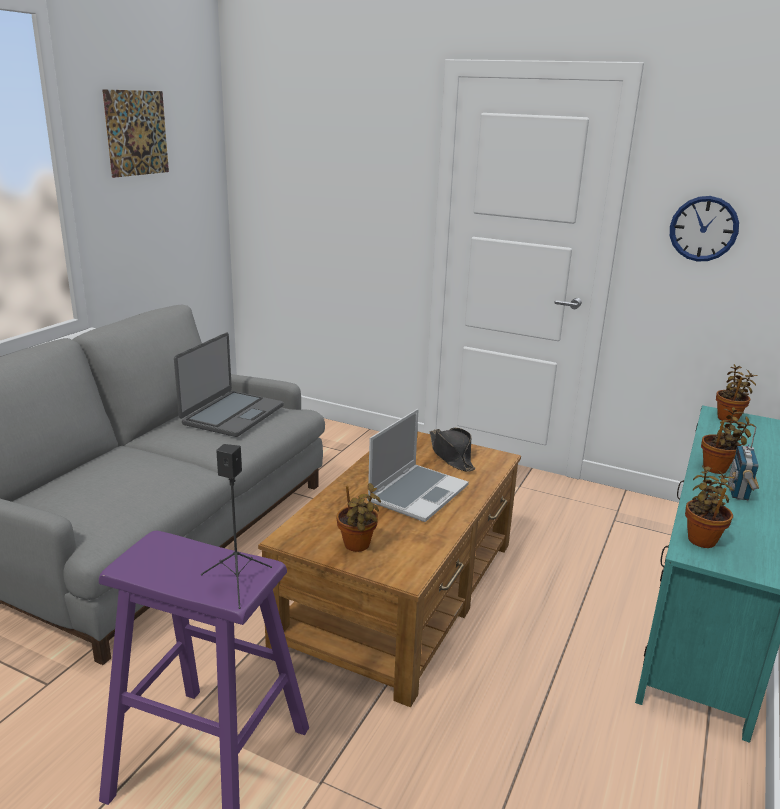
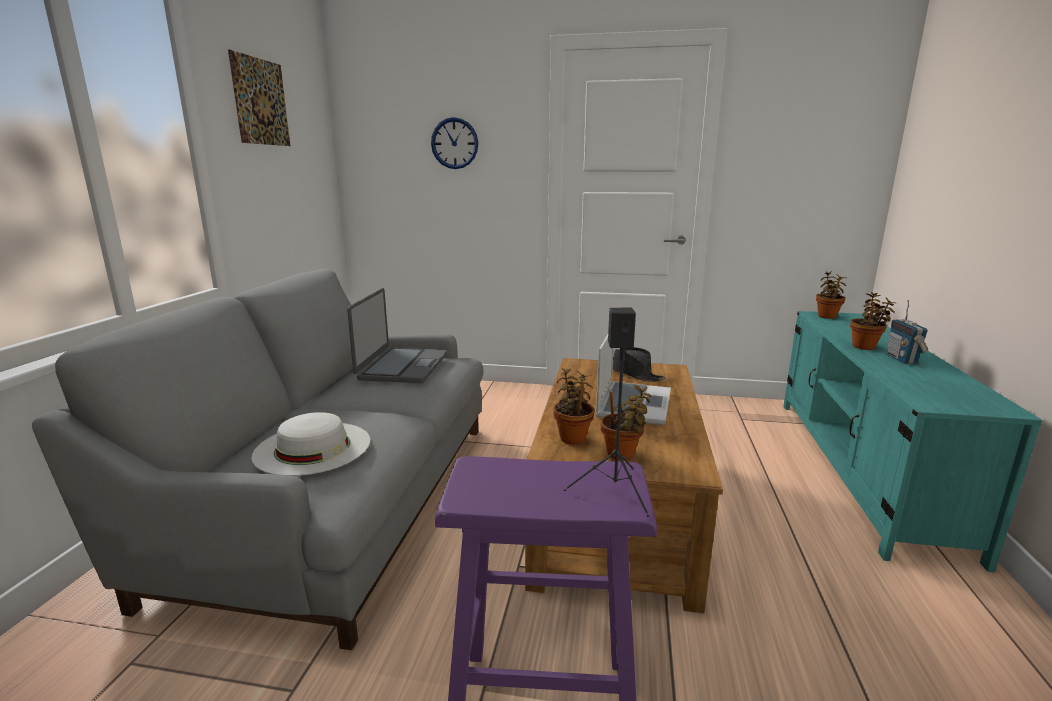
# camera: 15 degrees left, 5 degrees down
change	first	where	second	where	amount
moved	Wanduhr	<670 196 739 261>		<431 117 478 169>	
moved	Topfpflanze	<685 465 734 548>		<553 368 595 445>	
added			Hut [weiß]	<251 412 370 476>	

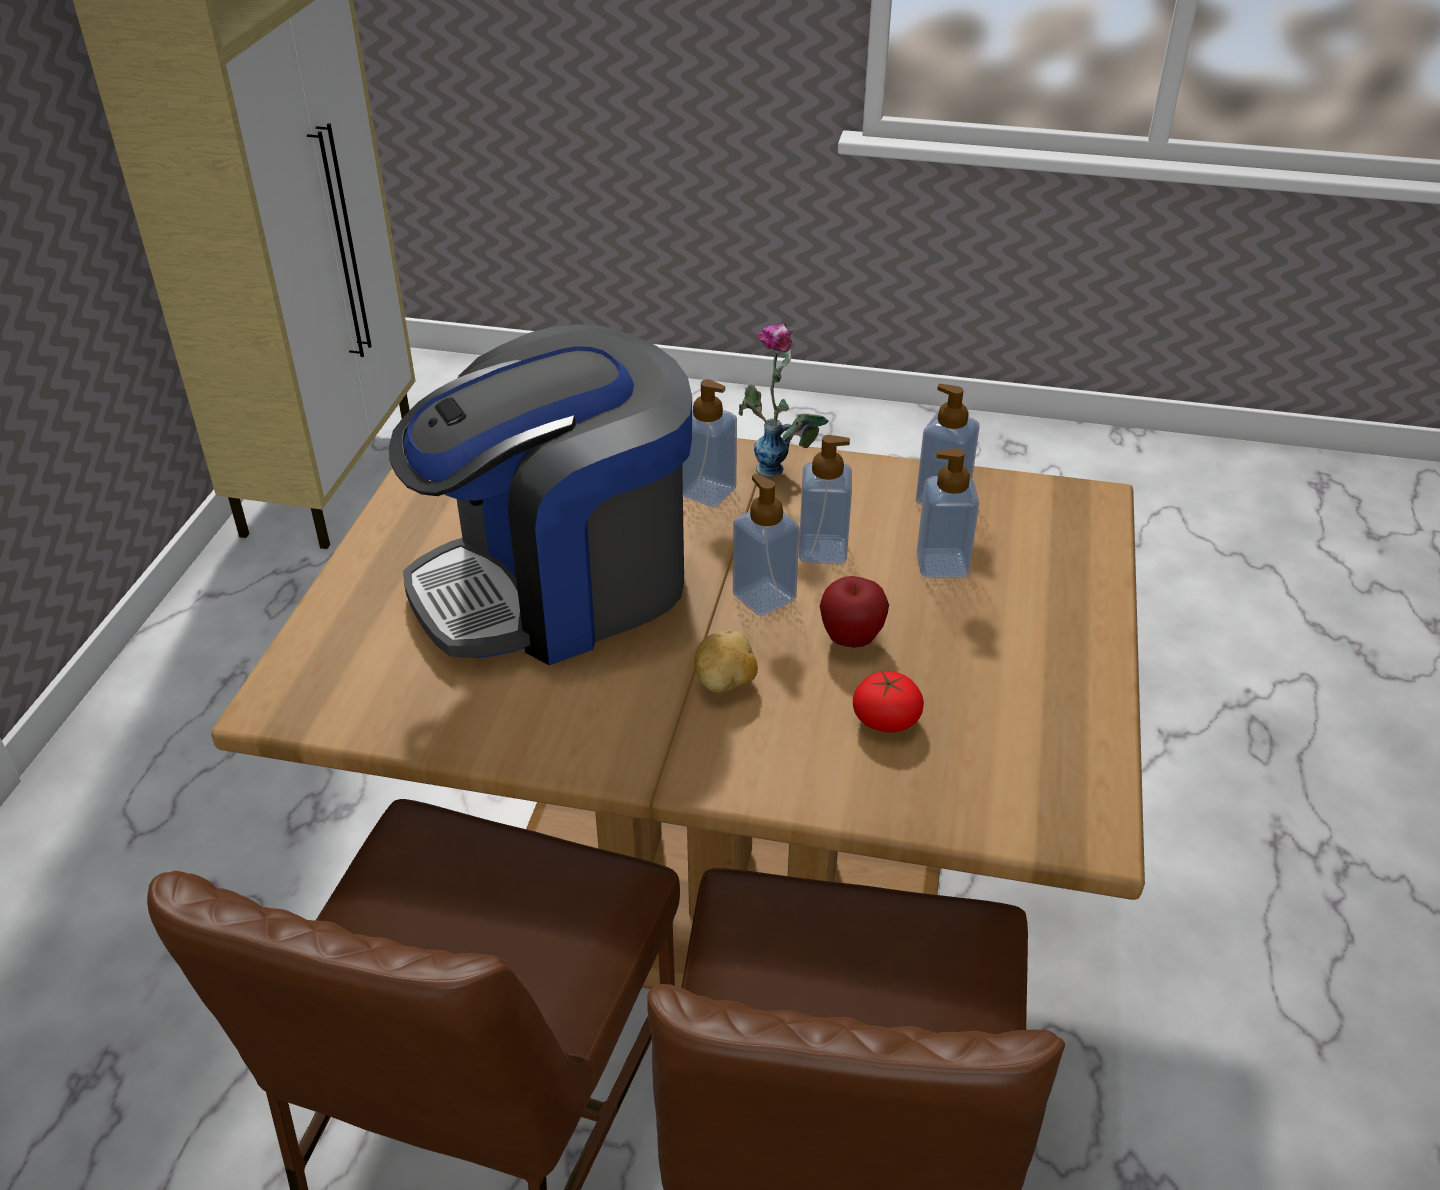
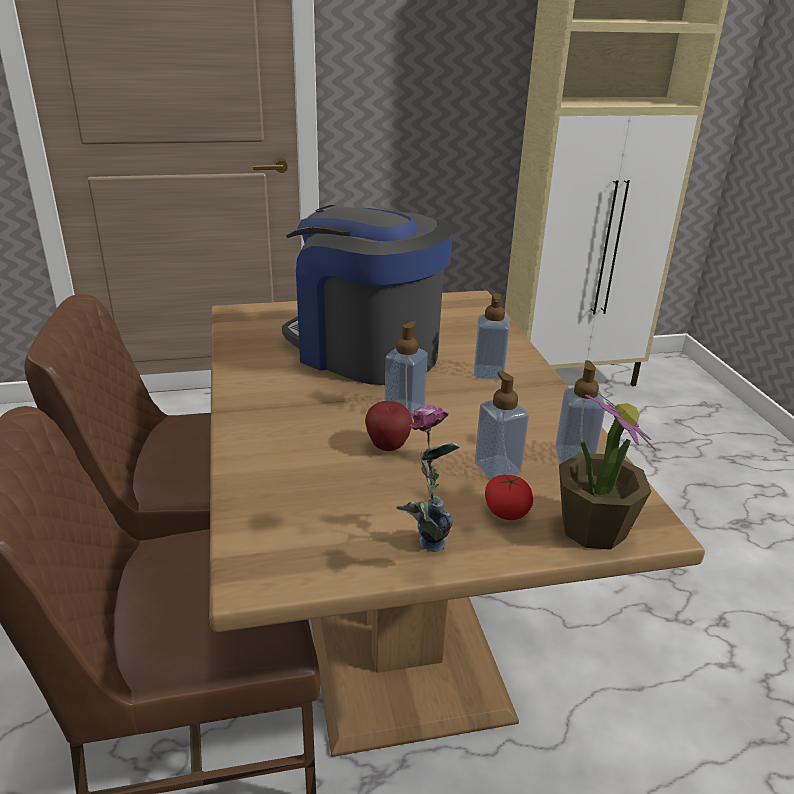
# camera: 65 degrees right, 10 degrees down
change	first	where	second	where	amount
removed	Kartoffel	<694 631 758 693>			
moved	Vase	<739 324 829 477>		<397 405 461 552>	
removed	Seifenspender	<799 435 852 564>			
moved	Tomate	<853 671 924 732>		<485 475 533 520>	
added			Topfpflanze	<559 383 656 550>	

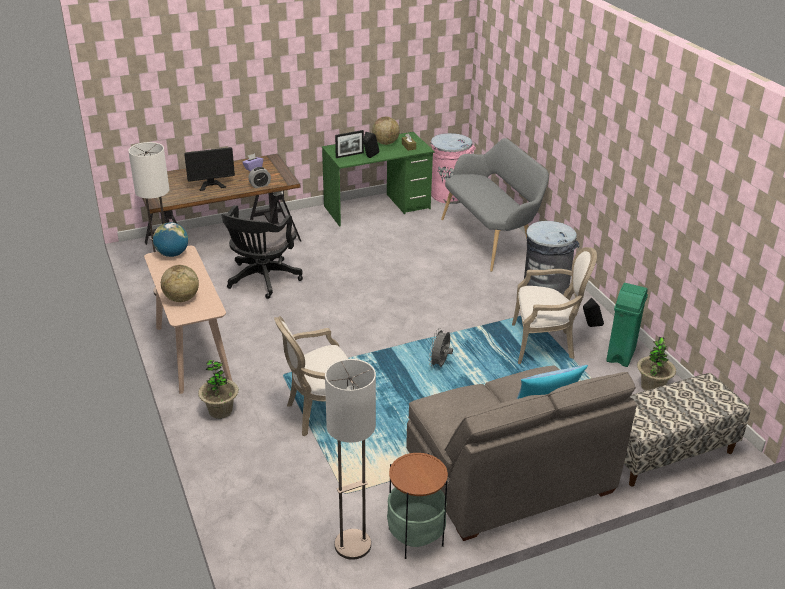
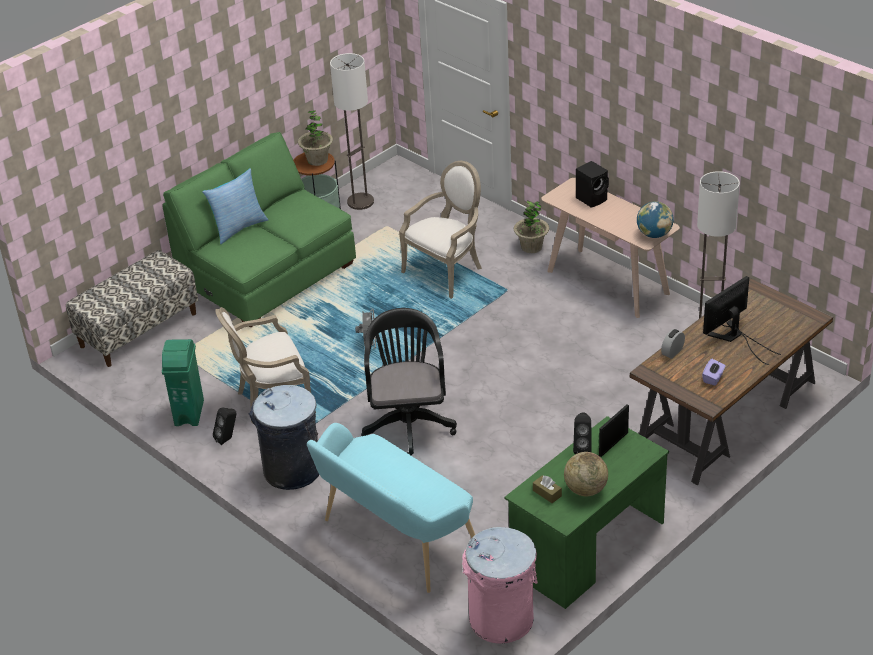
# camera: 160 degrees right, 5 degrees up
change	first	where	second	where	amount
replaced	Globus	<161 265 199 302>	Lautsprecher [schwarz]	<576 161 609 208>	
moved	Bürostuhl [schwarz]	<221 205 303 299>		<361 308 457 455>	
recoloured	Sofa [grau]	<406 365 637 541>	Sofa [grün]	<162 132 356 327>	
recoloured	Bank [grau]	<441 138 549 272>	Bank [türkis]	<307 423 475 593>	
moved	Topfpflanze	<637 337 676 391>		<298 111 333 166>	

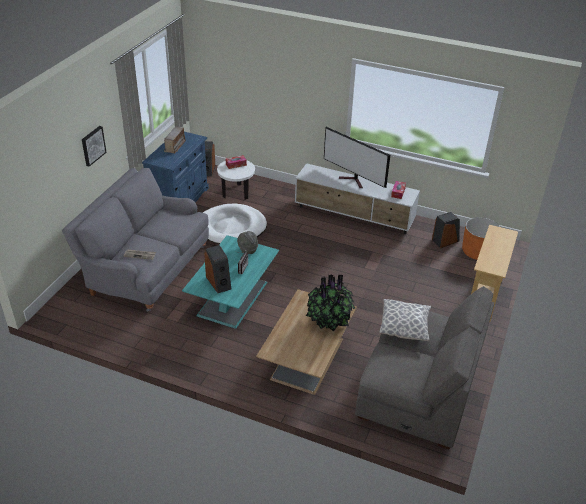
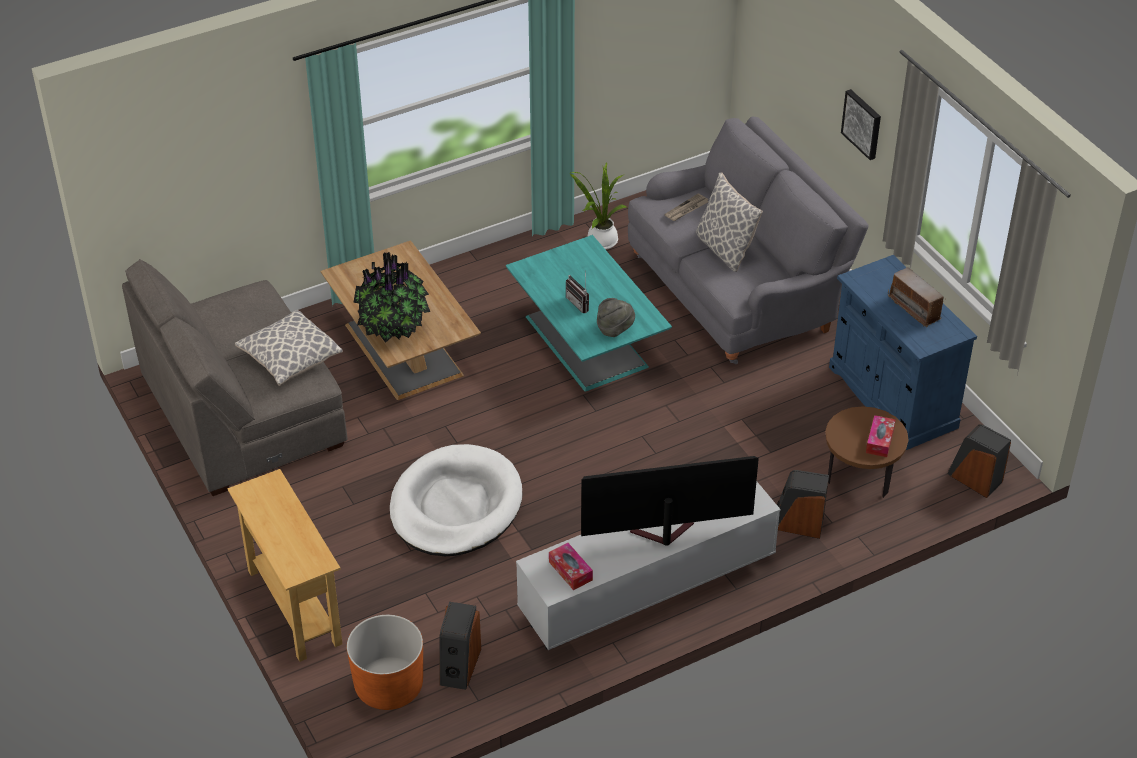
# camera: 130 degrees right, 5 degrees up
change	first	where	second	where	amount
moved	Hundebett [weiß]	<203 204 267 244>		<390 444 522 556>	
moved	Lautsprecher	<204 245 231 293>		<777 470 829 539>	
recoloured	Beistelltisch [weiß]	<217 161 255 200>	Beistelltisch [braun]	<825 406 909 498>	
added			Topfpflanze	<569 162 626 250>	
added			Kissen	<696 173 763 272>	

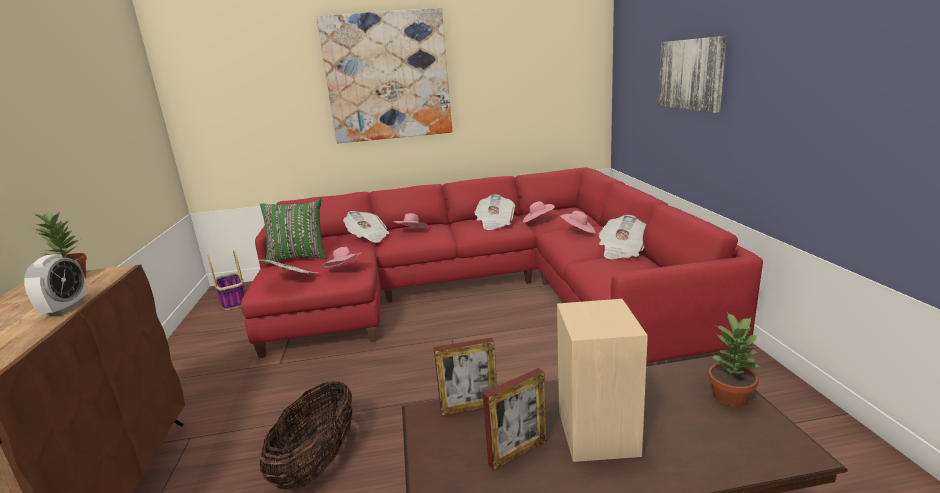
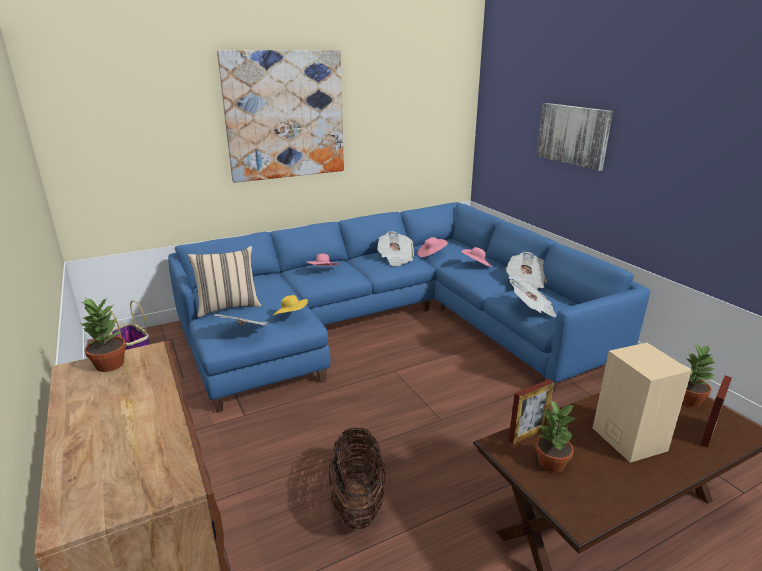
# camera: 20 degrees left, 5 degrees up
change	first	where	second	where	amount
removed	Wecker	<24 254 88 316>			
recoloured	Sofa [rot]	<241 167 763 363>	Sofa [blau]	<168 202 650 413>	
recoloured	Kissen [grün]	<260 198 327 265>	Kissen [beige]	<188 246 261 317>	
recoloured	Hut [rosa]	<322 247 362 267>	Hut [gelb]	<272 295 308 316>	
moved	Zeitung	<343 211 390 243>		<510 280 557 317>	
moved	Bilderrahmen	<483 368 546 470>		<701 375 732 448>	
added			Topfpflanze	<535 400 576 472>	

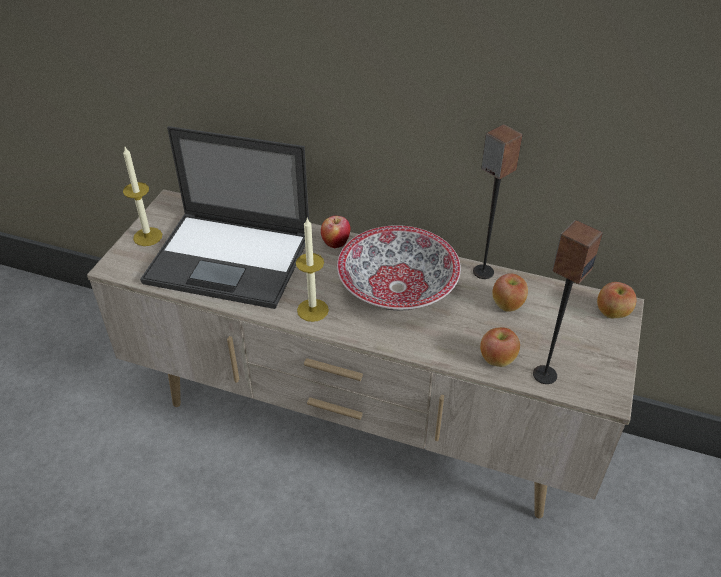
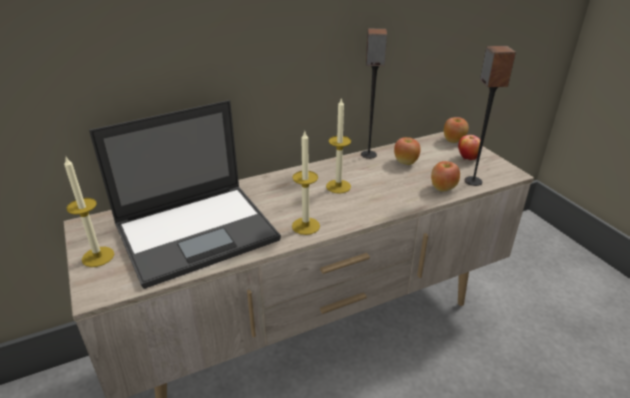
# camera: 45 degrees left, 10 degrees down
change	first	where	second	where	amount
moved	Apfel	<321 216 351 248>		<458 135 480 160>	
replaced	Schüssel	<337 225 461 311>	Kerze	<326 99 351 193>	

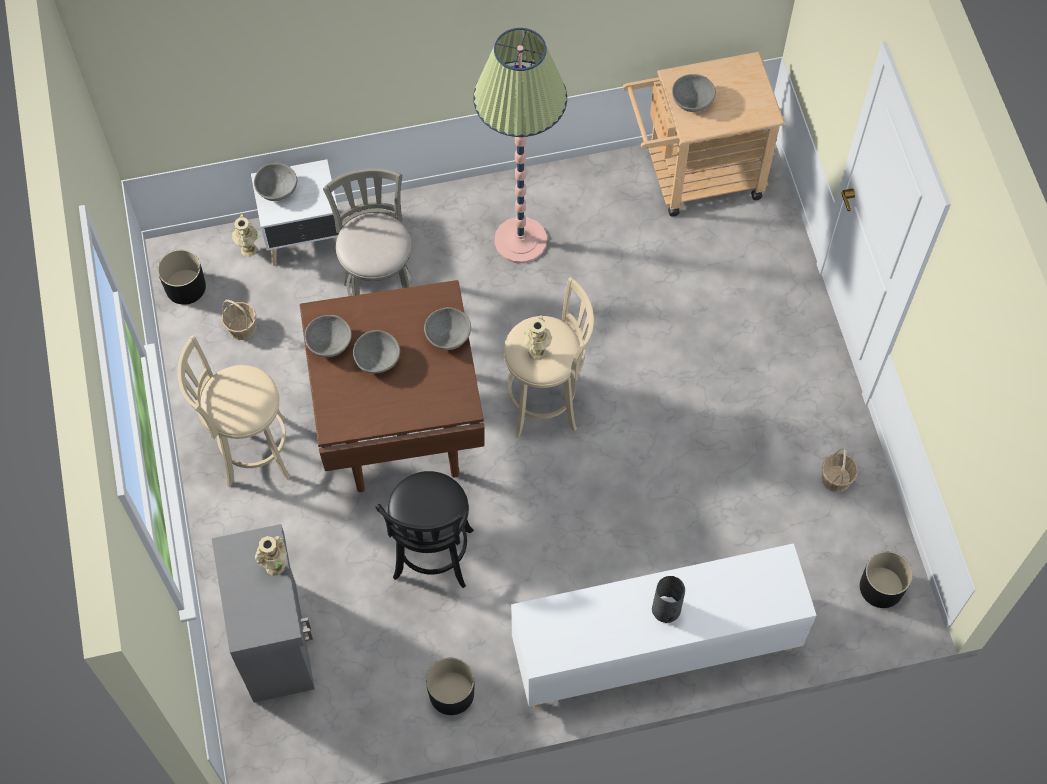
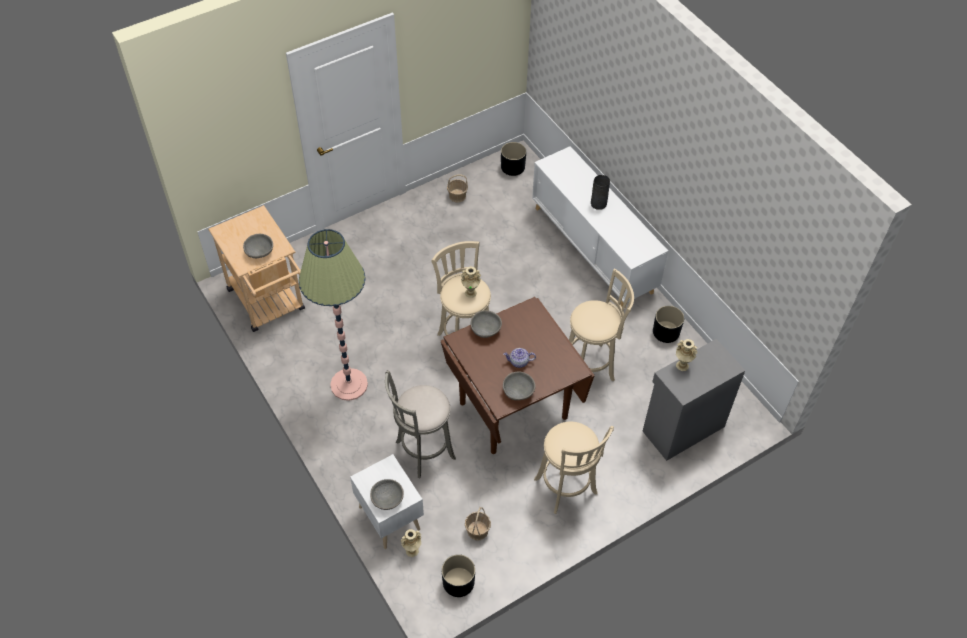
# camera: 110 degrees left, 10 degrees down
change	first	where	second	where	amount
replaced	Schüssel [grau]	<353 330 400 373>	Teekanne	<503 348 536 368>	
recoloured	Hocker [schwarz]	<375 471 474 588>	Hocker [beige]	<569 269 634 382>	

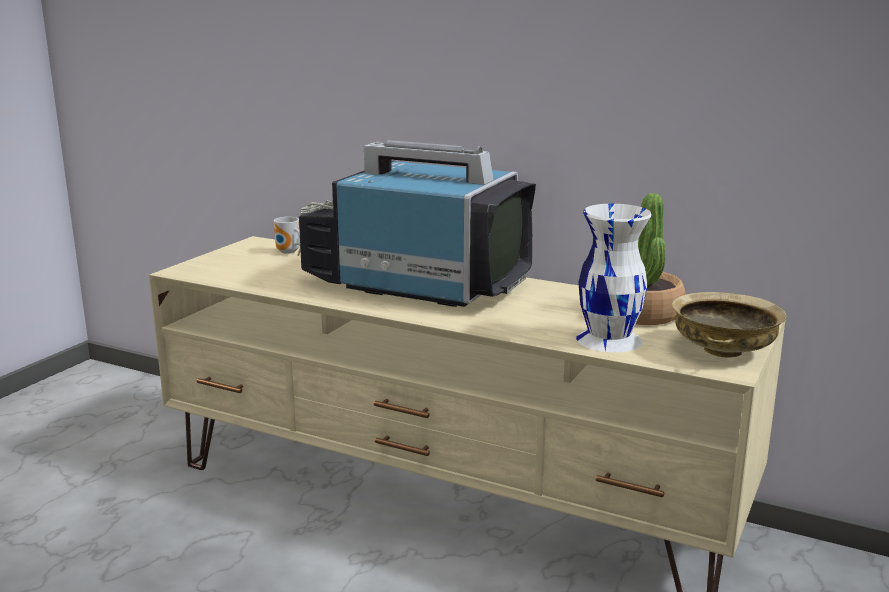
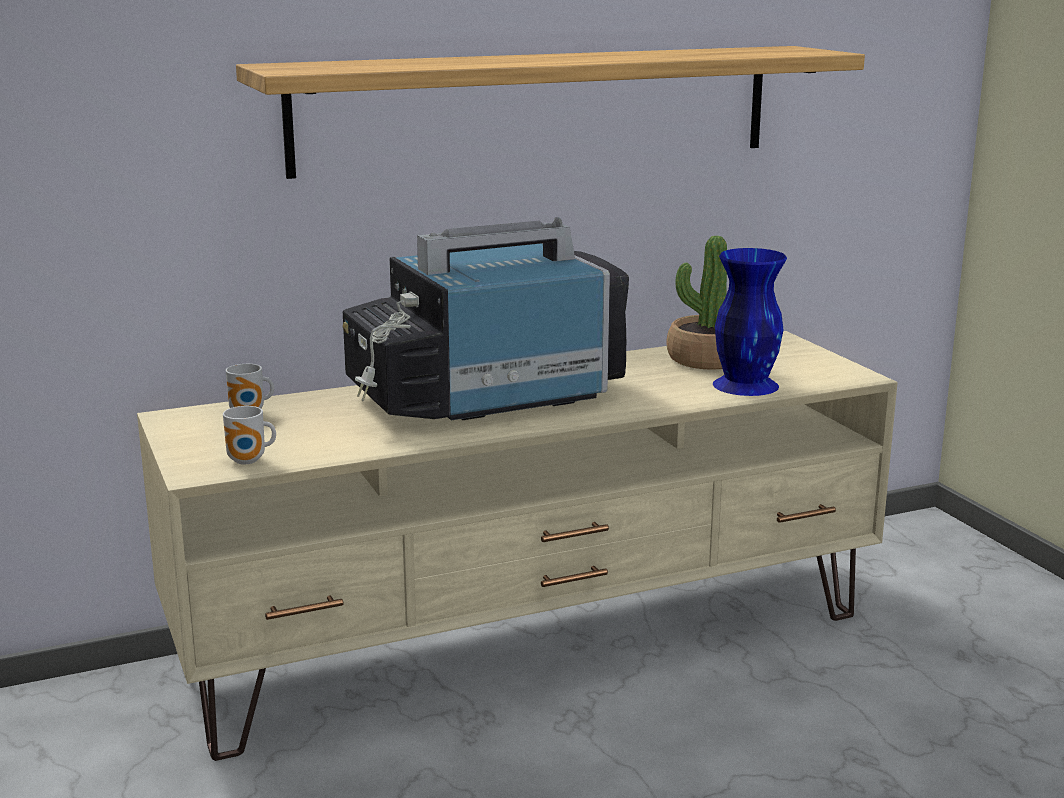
# camera: 50 degrees left, 0 degrees up
change	first	where	second	where	amount
recoloured	Vase [weiß]	<576 204 652 352>	Vase [blau]	<713 248 787 396>	
removed	Schüssel [beige]	<672 292 787 357>			
added			Henkelbecher	<223 406 276 464>	
added			Wandregal	<236 46 865 179>	

